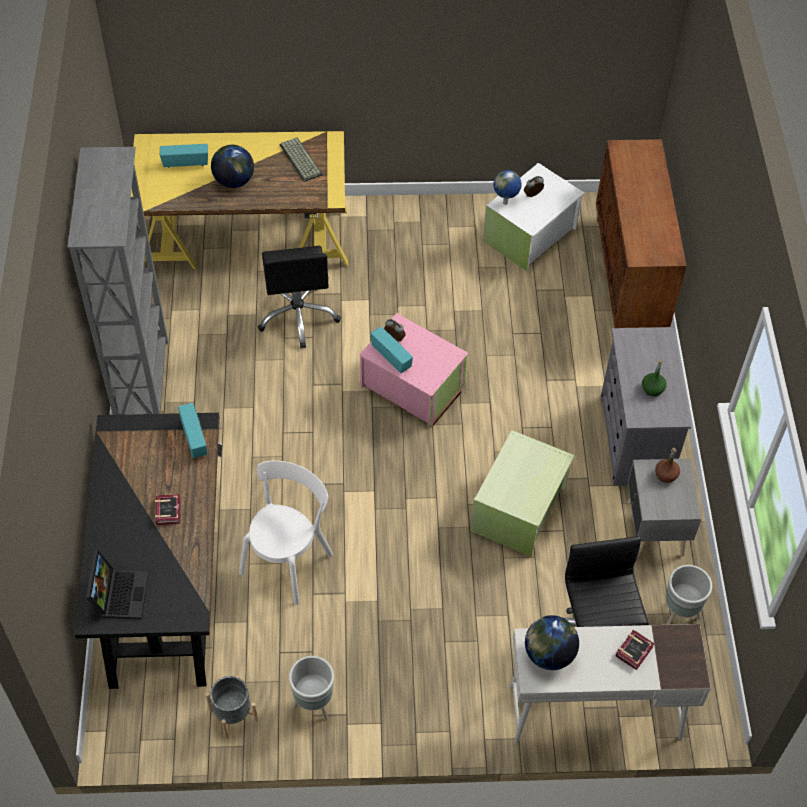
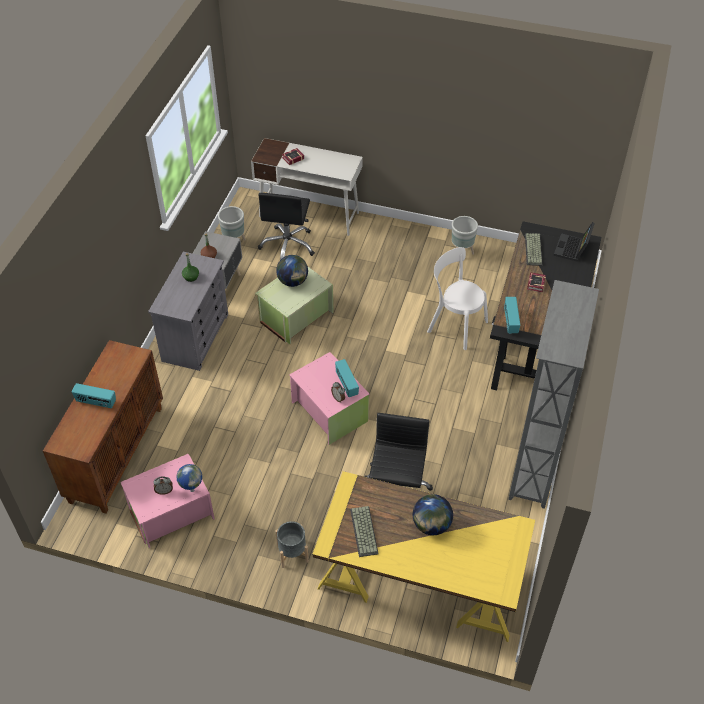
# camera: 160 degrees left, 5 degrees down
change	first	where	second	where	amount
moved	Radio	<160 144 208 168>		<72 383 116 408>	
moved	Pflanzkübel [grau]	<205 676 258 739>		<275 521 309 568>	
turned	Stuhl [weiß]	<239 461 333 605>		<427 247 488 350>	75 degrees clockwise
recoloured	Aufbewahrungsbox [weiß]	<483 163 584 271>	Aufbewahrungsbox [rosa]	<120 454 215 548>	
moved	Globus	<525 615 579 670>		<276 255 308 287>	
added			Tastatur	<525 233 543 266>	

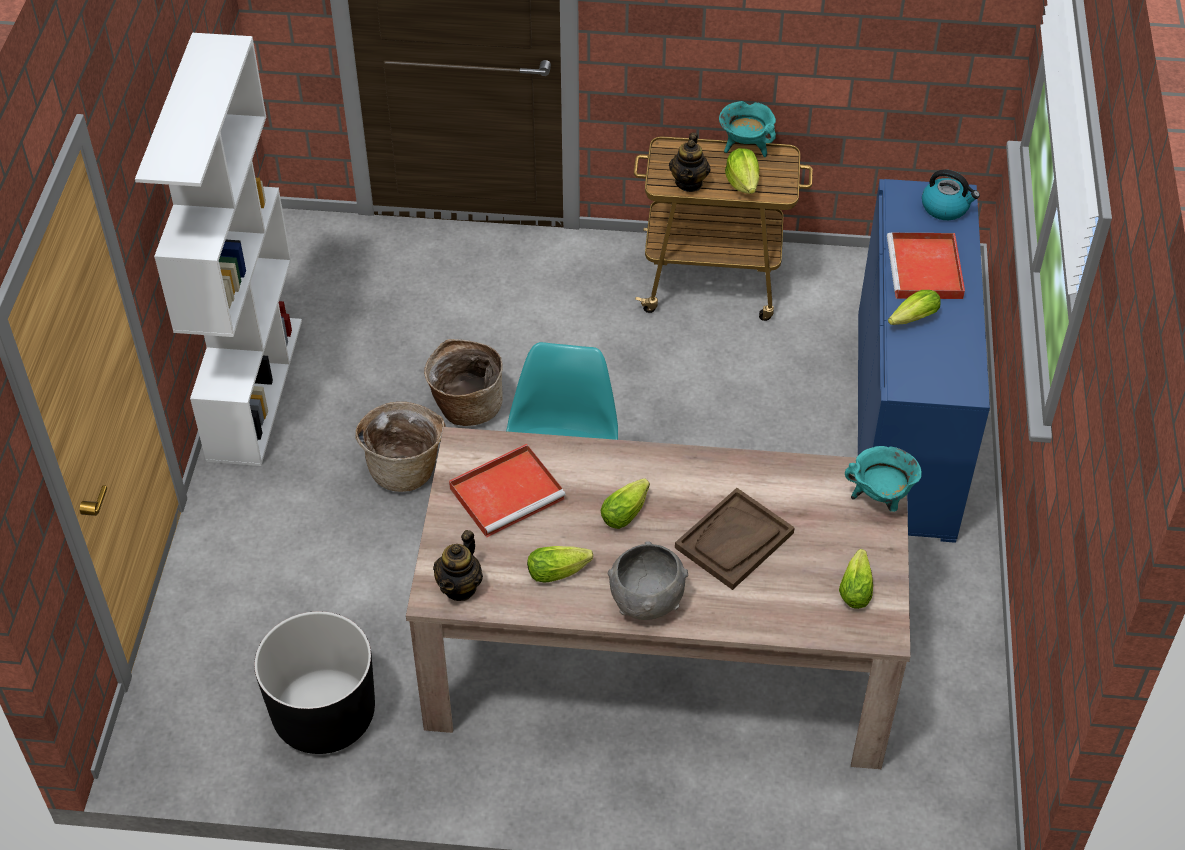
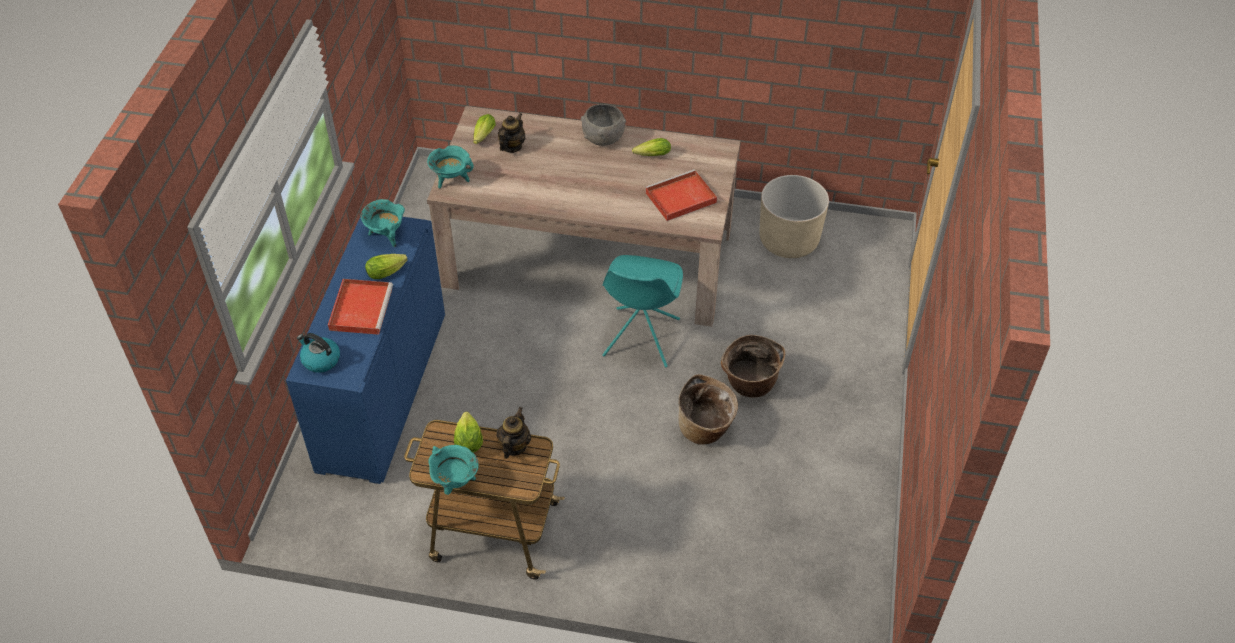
# camera: 175 degrees left, 0 degrees up
change	first	where	second	where	amount
removed	Bücherregal [weiß]	<135 33 302 466>			
recoloured	Pflanzkübel [schwarz]	<254 611 375 754>	Pflanzkübel [beige]	<759 175 829 258>	
moved	Teekanne	<433 530 483 601>		<498 113 525 153>	
removed	Salatkopf	<601 478 650 529>			
removed	Tablett [braun]	<675 488 795 590>			
added			Kochtopf [türkis]	<361 199 405 247>	

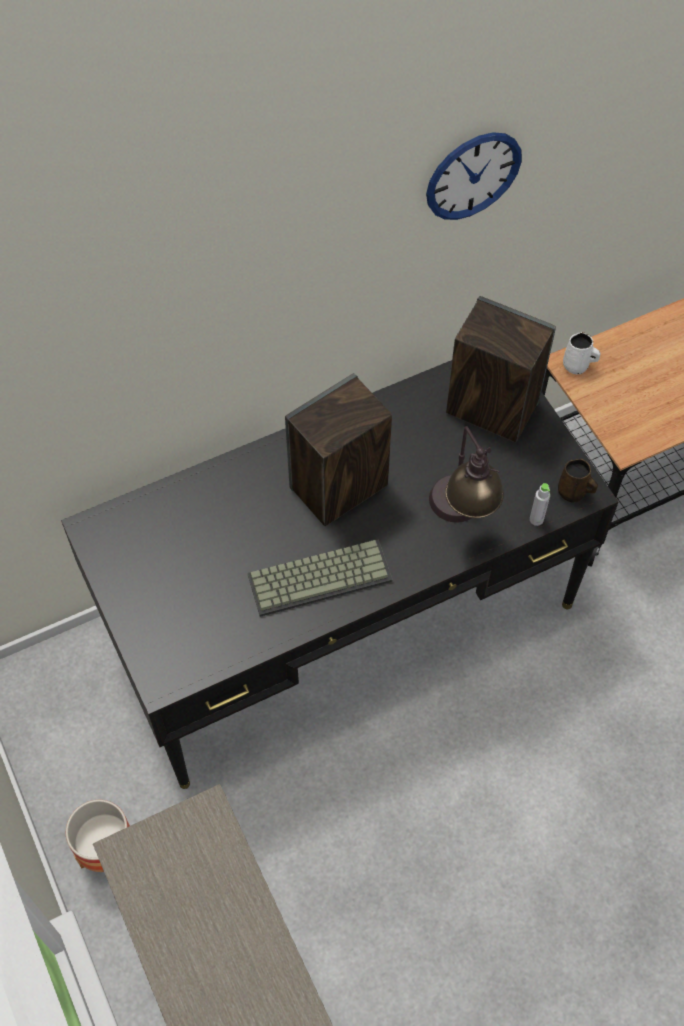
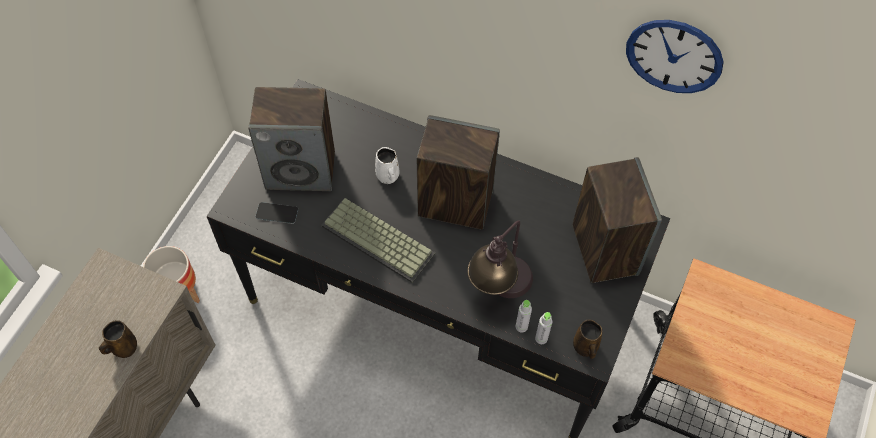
# camera: 50 degrees right, 0 degrees up
change	first	where	second	where	amount
moved	Henkelbecher [weiß]	<563 332 601 374>		<375 147 400 184>	
added			Henkelbecher [braun]	<99 320 137 358>	
added			Lautsprecher	<248 87 335 191>	
added			Handy	<256 202 298 224>	
added			Flasche [grau]	<516 300 532 332>	

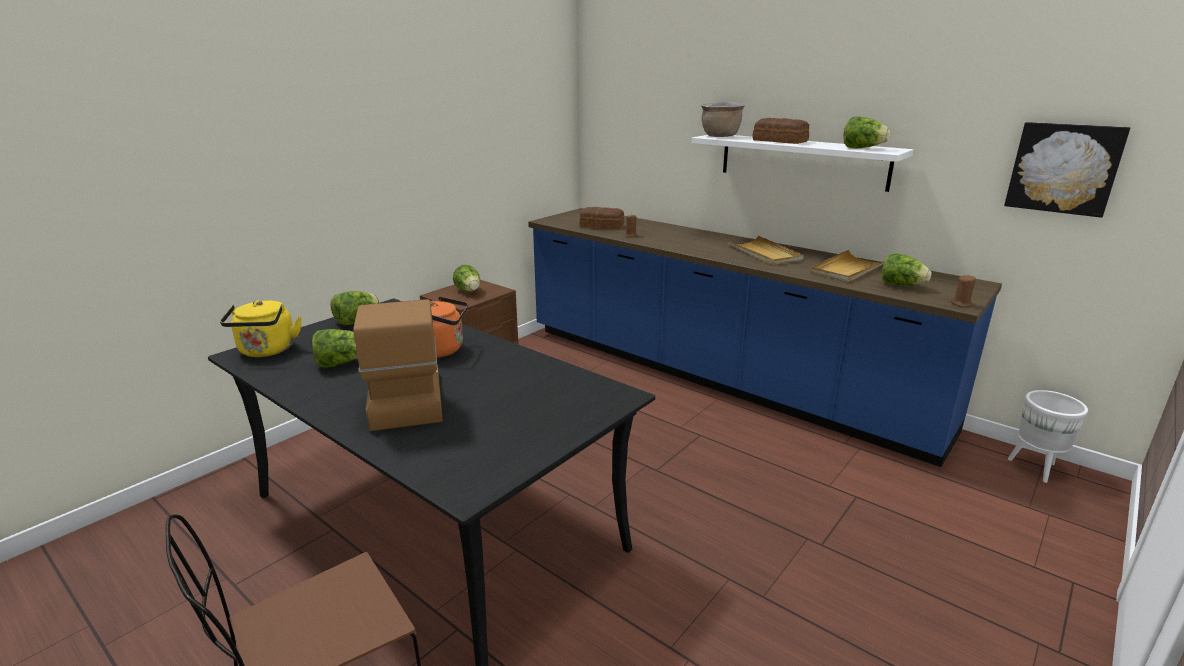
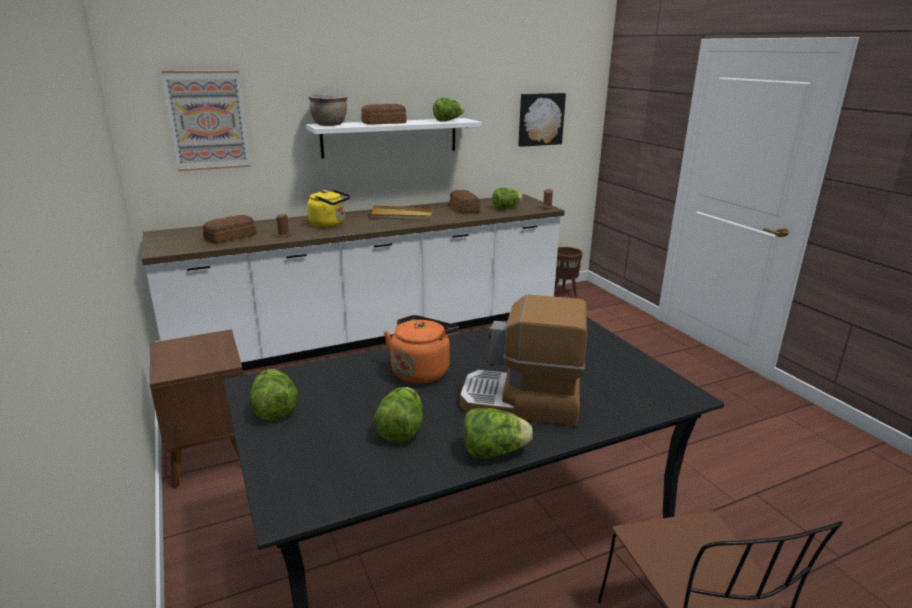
# camera: 65 degrees left, 0 degrees up
change	first	where	second	where	amount
moved	Wasserkessel [gelb]	<220 300 302 357>		<307 189 350 228>	
moved	Salatkopf	<453 265 480 292>		<463 408 533 458>	
recoloured	Küchenzeile [blau]	<528 208 1002 467>	Küchenzeile [weiß]	<142 194 565 371>	
replaced	Tablett [beige]	<811 250 884 282>	Brot	<450 190 480 214>	
recoloured	Pflanzkübel [weiß]	<1008 390 1088 483>	Pflanzkübel [braun]	<554 247 583 297>	
added			Bild	<161 71 251 171>	

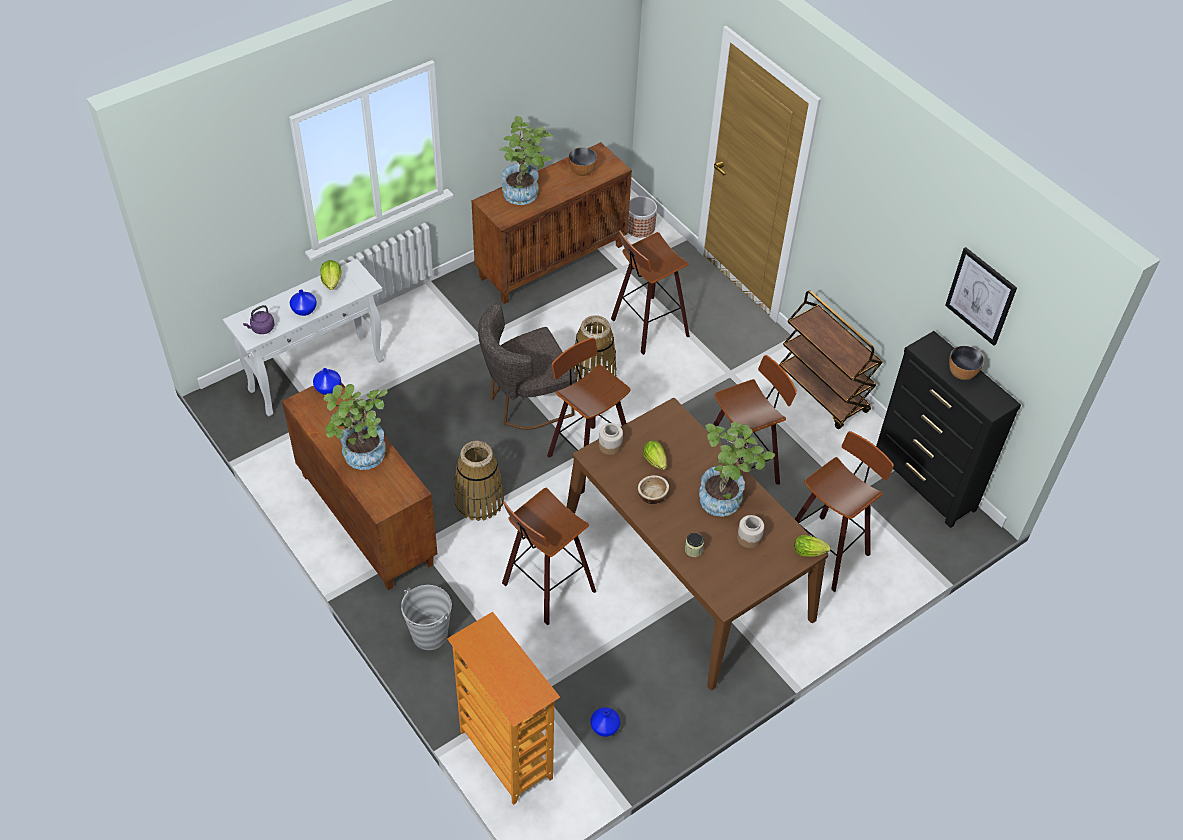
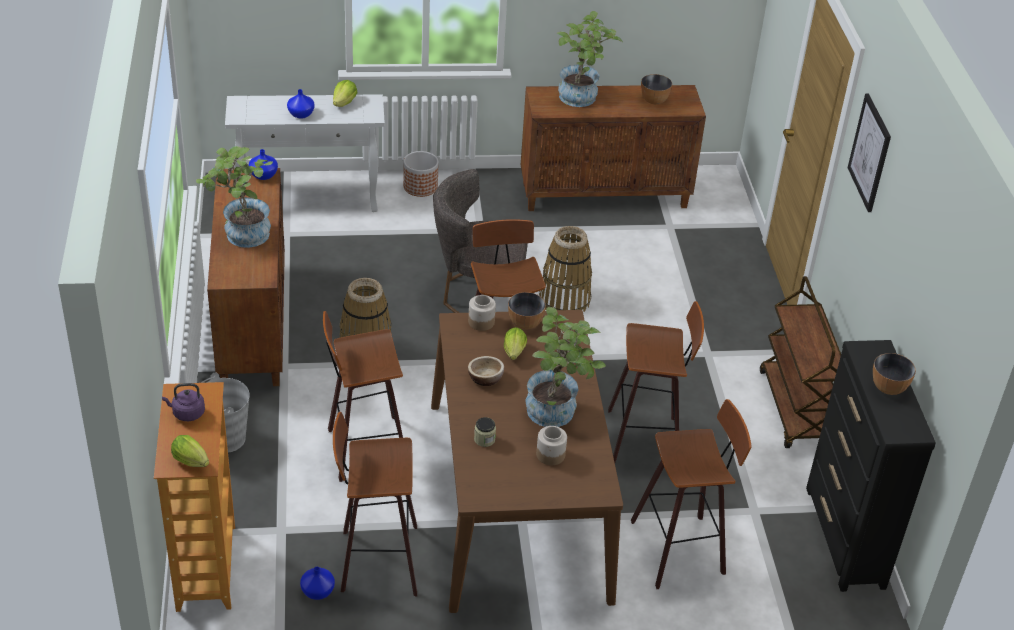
# camera: 30 degrees right, 10 degrees down
change	first	where	second	where	amount
moved	Wasserkessel [lila]	<243 305 274 334>		<162 383 205 421>	
moved	Hocker	<611 230 690 355>		<333 412 417 597>	
moved	Pflanzkübel	<628 196 657 237>		<403 151 439 197>	
moved	Salatkopf	<795 535 831 557>		<171 435 209 467>	
moved	Bild	<945 247 1017 346>		<848 94 891 212>	
added			Schüssel	<508 292 546 330>	

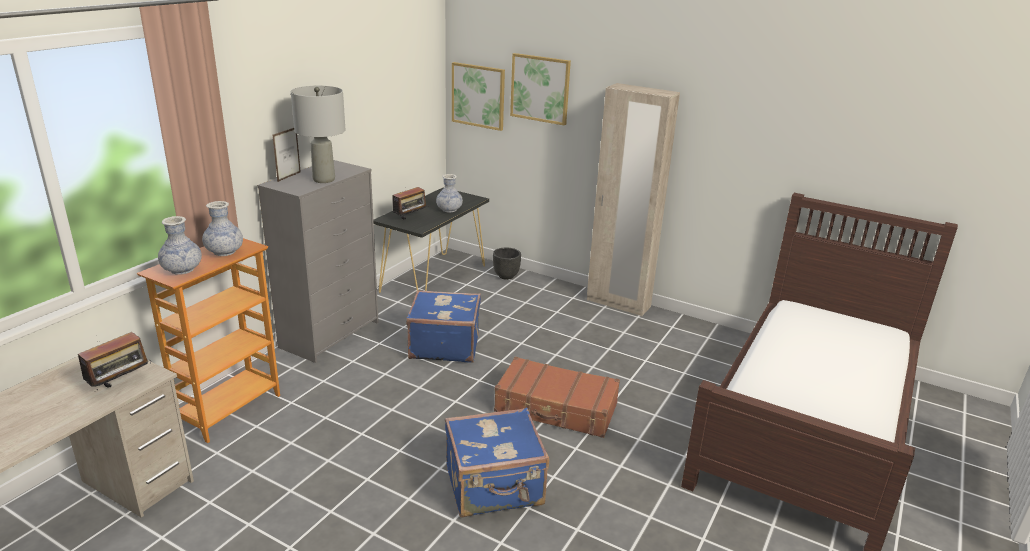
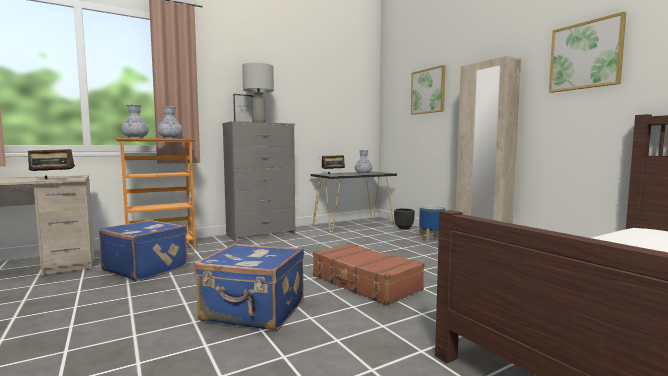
# camera: 30 degrees right, 20 degrees down
change	first	where	second	where	amount
moved	Koffer [blau]	<406 290 481 363>		<99 220 188 281>	
moved	Bild	<452 62 505 131>		<549 11 626 93>	
added			Pflanzkübel	<419 205 445 244>	

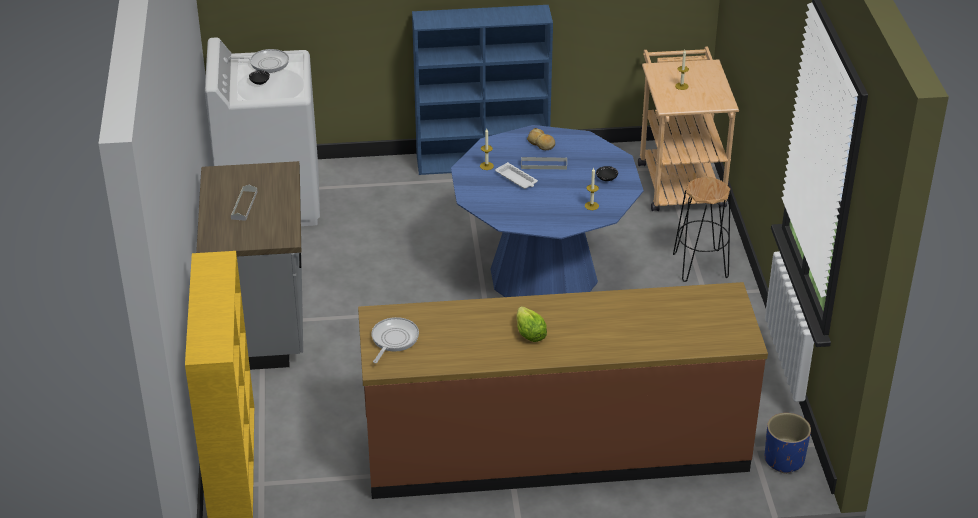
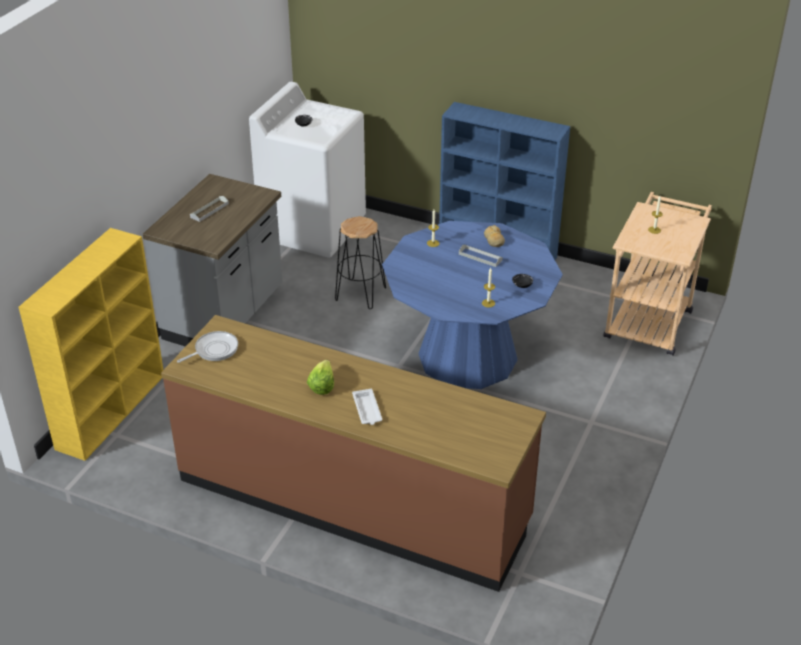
# camera: 30 degrees right, 0 degrees up
change	first	where	second	where	amount
removed	Pfanne	<229 49 289 73>			
moved	Tablett [weiß]	<495 162 538 189>		<352 389 382 425>	
moved	Hocker [schwarz]	<673 177 731 282>		<335 216 386 309>	
removed	Pflanzkübel [blau]	<765 413 811 474>			

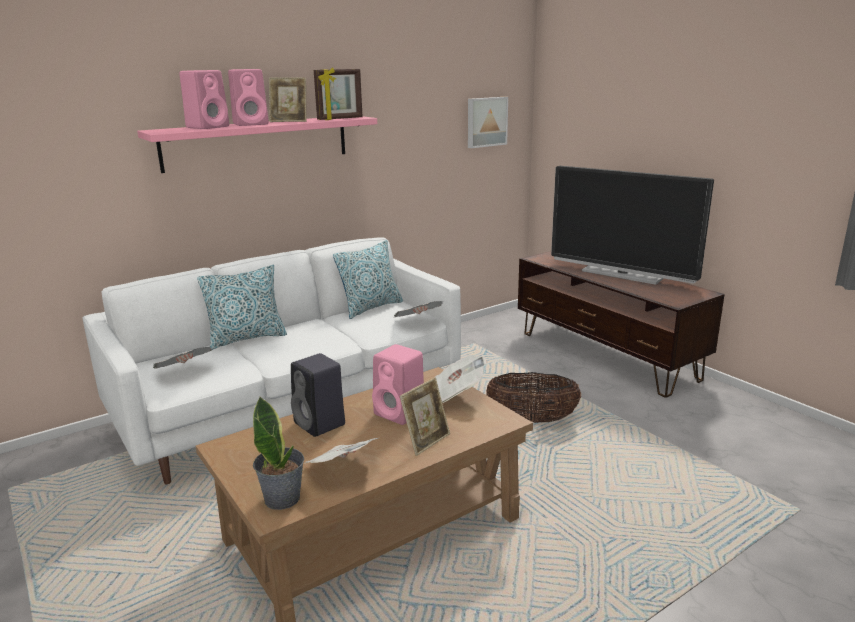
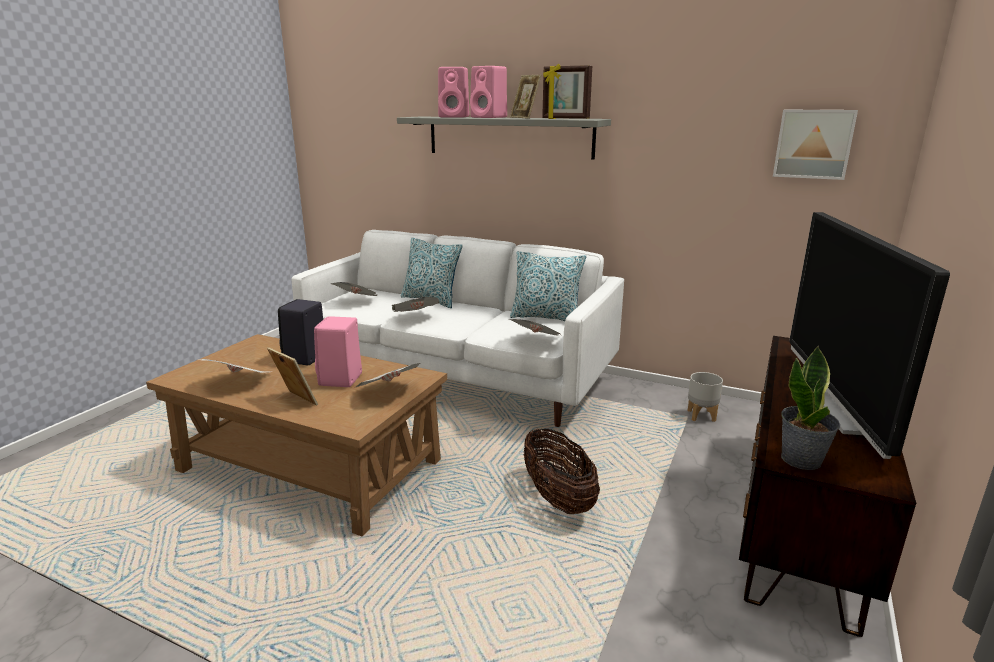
# camera: 60 degrees right, 0 degrees up
change	first	where	second	where	amount
recoloured	Wandregal [rosa]	<137 116 377 173>	Wandregal [grau]	<397 116 611 160>	
moved	Topfpflanze	<253 397 304 510>		<781 346 840 470>	
turned	Bilderrahmen	<400 377 450 456>		<267 347 318 405>	150 degrees counterclockwise
added			Zeitung	<392 297 440 312>	
added			Pflanzkübel [grau]	<688 372 723 422>	

